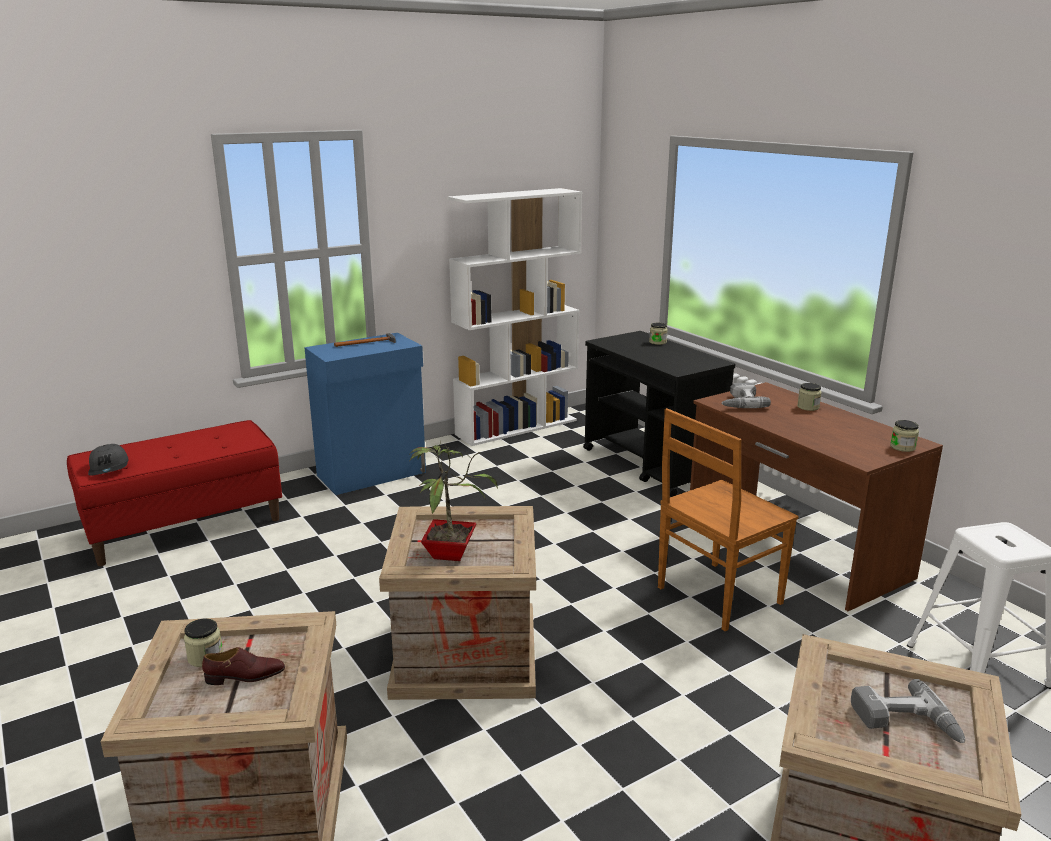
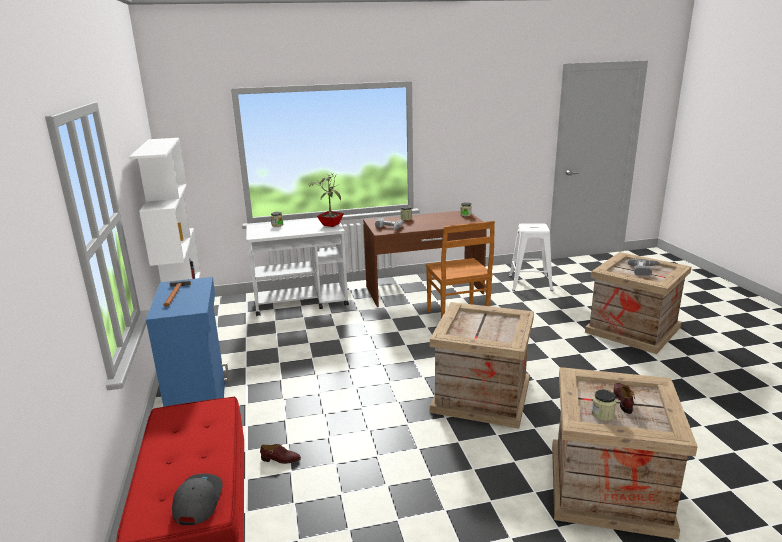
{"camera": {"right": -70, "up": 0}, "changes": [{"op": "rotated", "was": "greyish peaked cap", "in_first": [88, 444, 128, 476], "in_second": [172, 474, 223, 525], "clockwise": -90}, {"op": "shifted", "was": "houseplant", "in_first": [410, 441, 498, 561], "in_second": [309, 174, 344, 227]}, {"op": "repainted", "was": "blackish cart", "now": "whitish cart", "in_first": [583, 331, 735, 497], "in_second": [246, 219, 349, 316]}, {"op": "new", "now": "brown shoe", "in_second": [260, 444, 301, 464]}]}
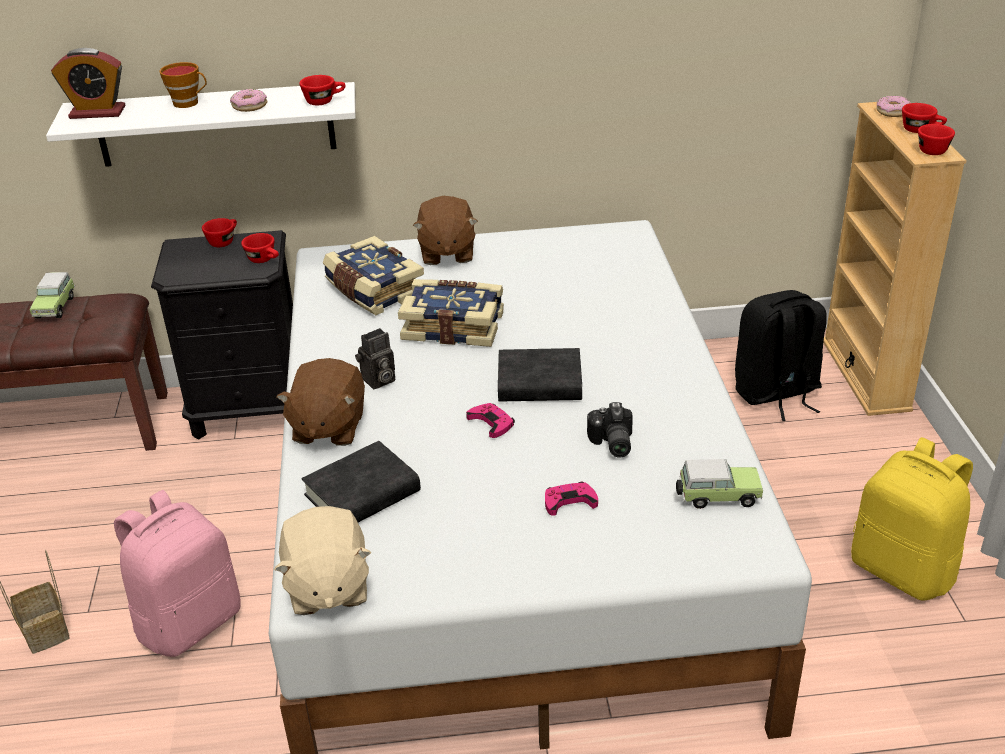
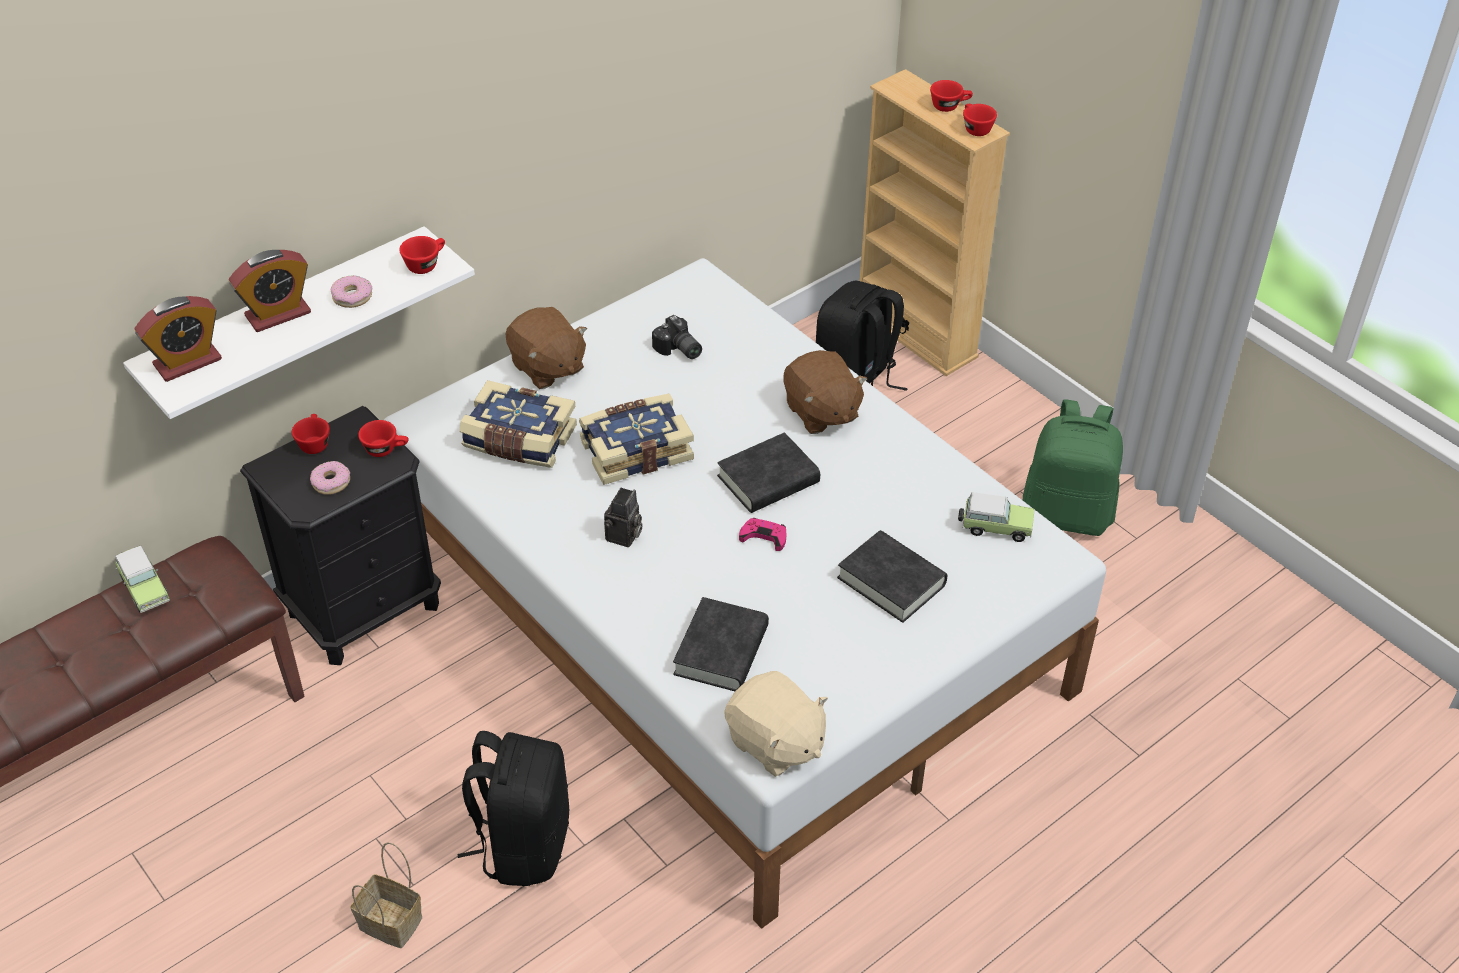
{"camera": {"right": -35, "up": 10}, "changes": [{"op": "repainted", "was": "pink-coloured backpack", "now": "blackish backpack", "in_first": [114, 490, 241, 657], "in_second": [458, 731, 569, 886]}, {"op": "swapped", "was": "drinking cup", "now": "bedside clock", "in_first": [159, 62, 207, 108], "in_second": [229, 250, 311, 332]}, {"op": "shifted", "was": "brown soft toy", "in_first": [277, 358, 365, 446], "in_second": [783, 350, 868, 434]}, {"op": "swapped", "was": "pink-coloured joypad", "now": "blackish volume", "in_first": [545, 482, 598, 515], "in_second": [837, 530, 948, 623]}, {"op": "shifted", "was": "photo camera", "in_first": [587, 402, 633, 458], "in_second": [652, 315, 702, 359]}, {"op": "rotated", "was": "miniature car", "in_first": [676, 459, 763, 509], "in_second": [958, 492, 1035, 542], "clockwise": 45}, {"op": "repainted", "was": "yellowish backpack", "now": "greenish backpack", "in_first": [851, 437, 973, 601], "in_second": [1023, 400, 1123, 536]}, {"op": "shifted", "was": "doughnut", "in_first": [876, 96, 911, 117], "in_second": [310, 461, 350, 495]}]}
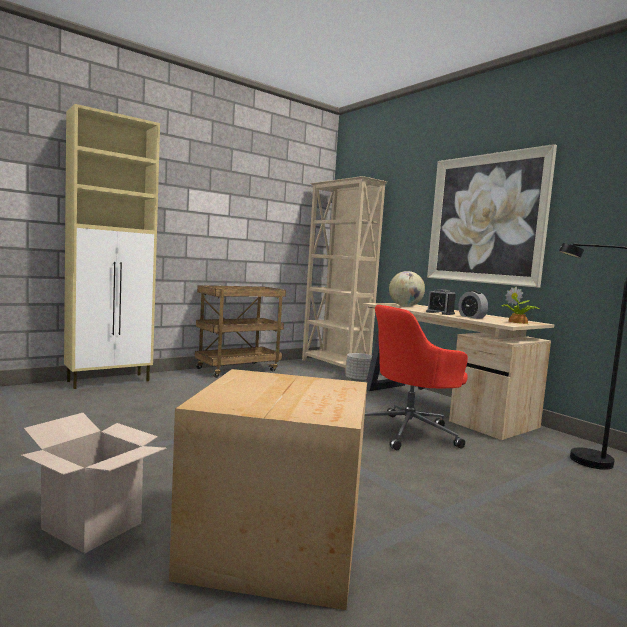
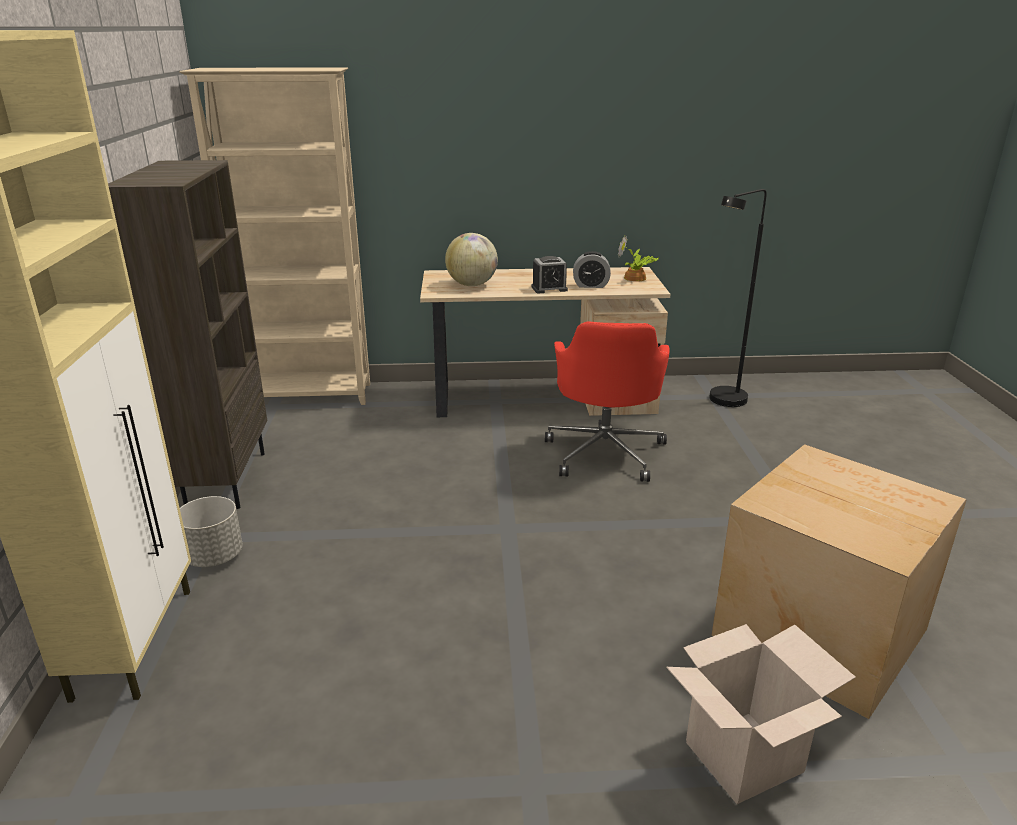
{"camera": {"right": -55, "up": 20}, "changes": [{"op": "swapped", "was": "brown cart", "now": "brown bookcase", "in_first": [195, 285, 286, 378], "in_second": [108, 160, 267, 509]}, {"op": "shifted", "was": "greyish plant pot", "in_first": [346, 353, 372, 382], "in_second": [180, 496, 243, 567]}, {"op": "gone", "was": "wall art", "in_first": [427, 144, 557, 288]}]}
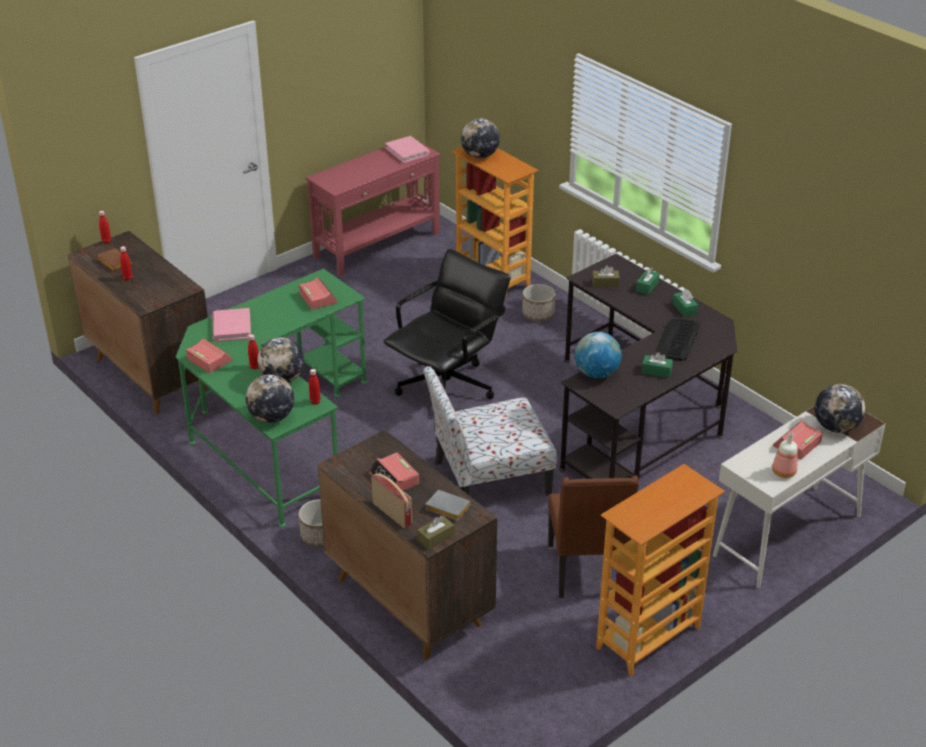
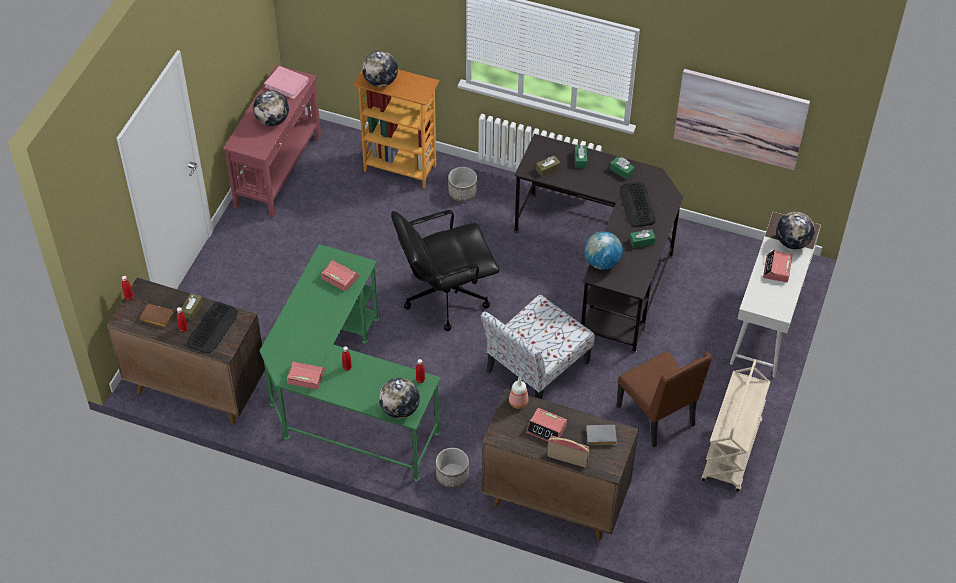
{"camera": {"right": -30, "up": 15}, "changes": [{"op": "gone", "was": "pink-coloured volume", "in_first": [212, 308, 251, 342]}, {"op": "shifted", "was": "desk globe", "in_first": [257, 337, 304, 383], "in_second": [253, 91, 289, 126]}, {"op": "rotated", "was": "blackish office chair", "in_first": [384, 249, 510, 399], "in_second": [391, 210, 499, 331], "clockwise": -120}, {"op": "shifted", "was": "brown tissue box", "in_first": [417, 516, 454, 550], "in_second": [182, 293, 203, 320]}, {"op": "swapped", "was": "bookcase", "now": "sand-coloured cart", "in_first": [596, 464, 725, 677], "in_second": [702, 359, 770, 492]}, {"op": "shifted", "was": "drink bottle", "in_first": [772, 432, 798, 478], "in_second": [509, 377, 529, 409]}, {"op": "new", "now": "keyboard", "in_second": [187, 302, 238, 353]}, {"op": "new", "now": "wall art", "in_second": [674, 69, 810, 170]}]}
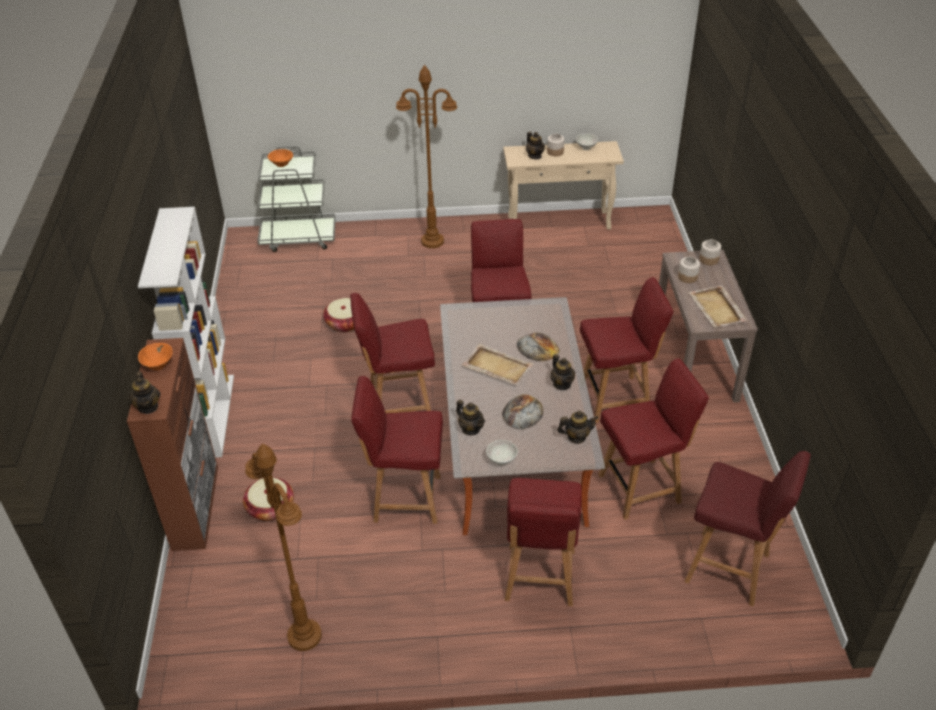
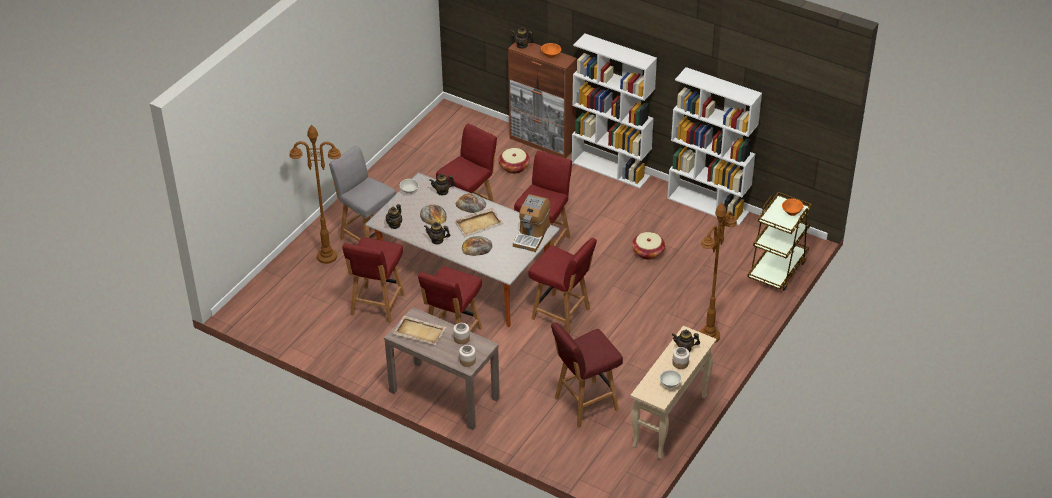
{"camera": {"right": 125, "up": 0}, "changes": [{"op": "shifted", "was": "brown standing lamp", "in_first": [245, 443, 322, 651], "in_second": [289, 125, 341, 264]}, {"op": "repainted", "was": "greyish cart", "now": "brown cart", "in_first": [257, 146, 336, 252], "in_second": [747, 192, 812, 291]}, {"op": "repainted", "was": "red-coloured chair", "now": "greyish chair", "in_first": [505, 478, 582, 606], "in_second": [329, 146, 396, 241]}, {"op": "shifted", "was": "red-coloured stool", "in_first": [684, 451, 811, 606], "in_second": [551, 322, 623, 428]}, {"op": "new", "now": "bakery bread", "in_second": [455, 193, 486, 213]}, {"op": "new", "now": "coffee machine", "in_second": [513, 194, 550, 252]}, {"op": "new", "now": "whitish bookcase", "in_second": [667, 67, 762, 225]}]}
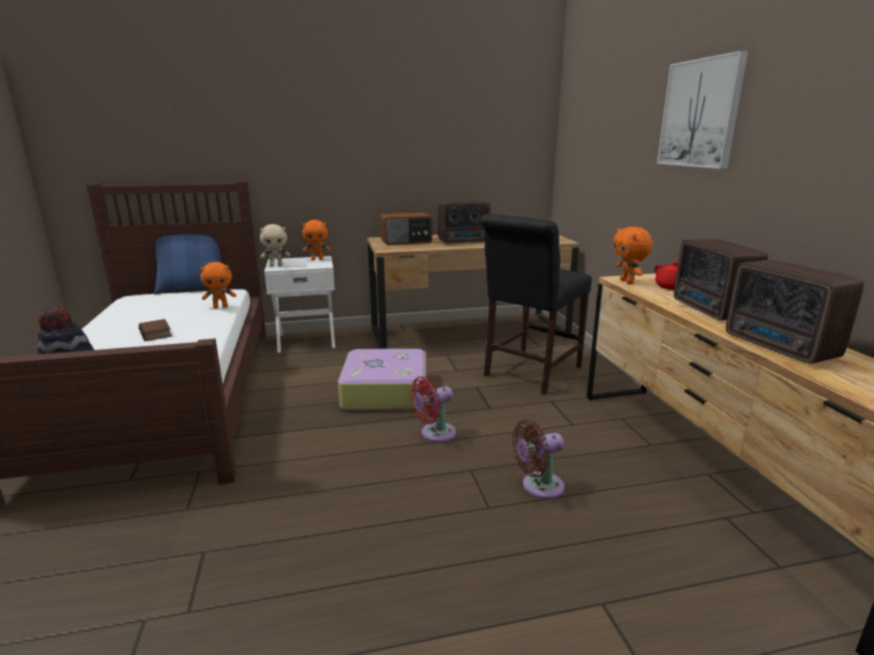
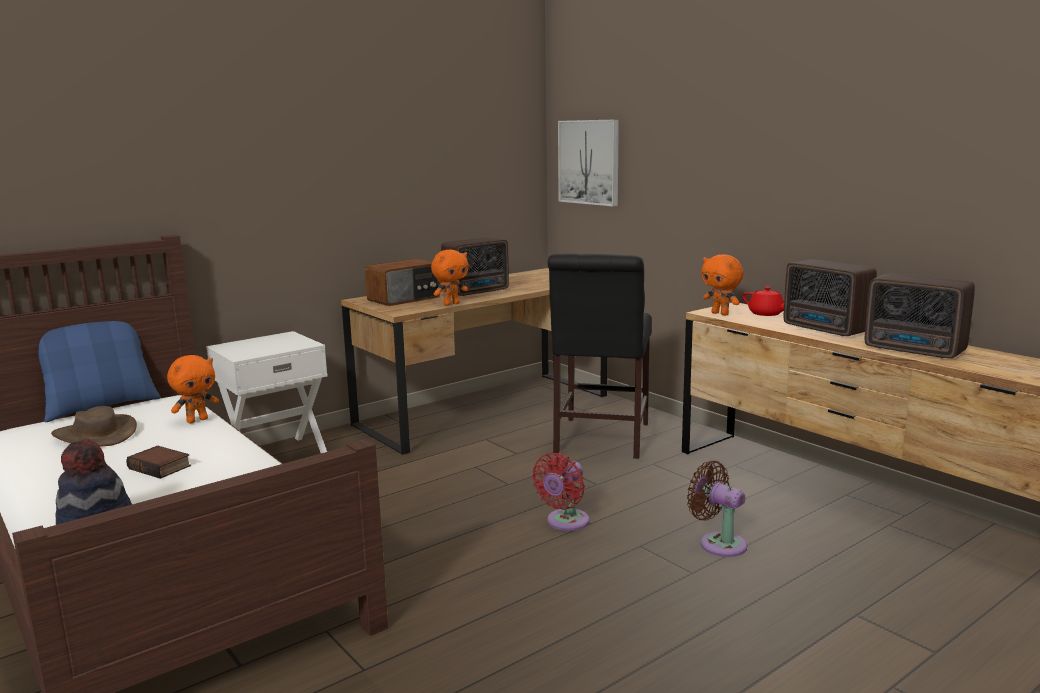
{"camera": {"right": -25, "up": -5}, "changes": [{"op": "gone", "was": "sand-coloured soft toy", "in_first": [260, 224, 290, 266]}, {"op": "shifted", "was": "orange soft toy", "in_first": [302, 220, 331, 260], "in_second": [431, 250, 469, 306]}, {"op": "gone", "was": "suitcase", "in_first": [338, 349, 426, 410]}, {"op": "rotated", "was": "brown cooling fan", "in_first": [512, 419, 565, 499], "in_second": [687, 461, 747, 557], "clockwise": 90}, {"op": "shifted", "was": "wall art", "in_first": [657, 50, 748, 169], "in_second": [558, 119, 619, 207]}, {"op": "new", "now": "brown wearable hat", "in_second": [51, 406, 137, 447]}]}
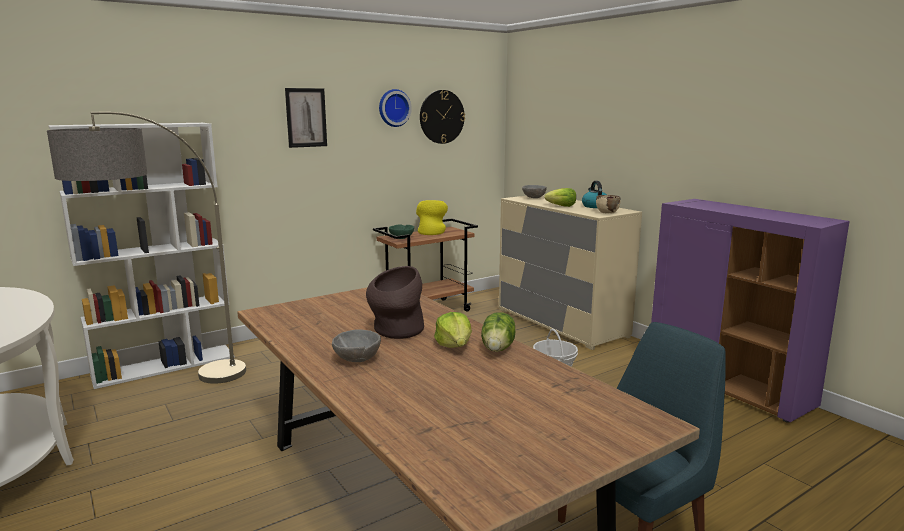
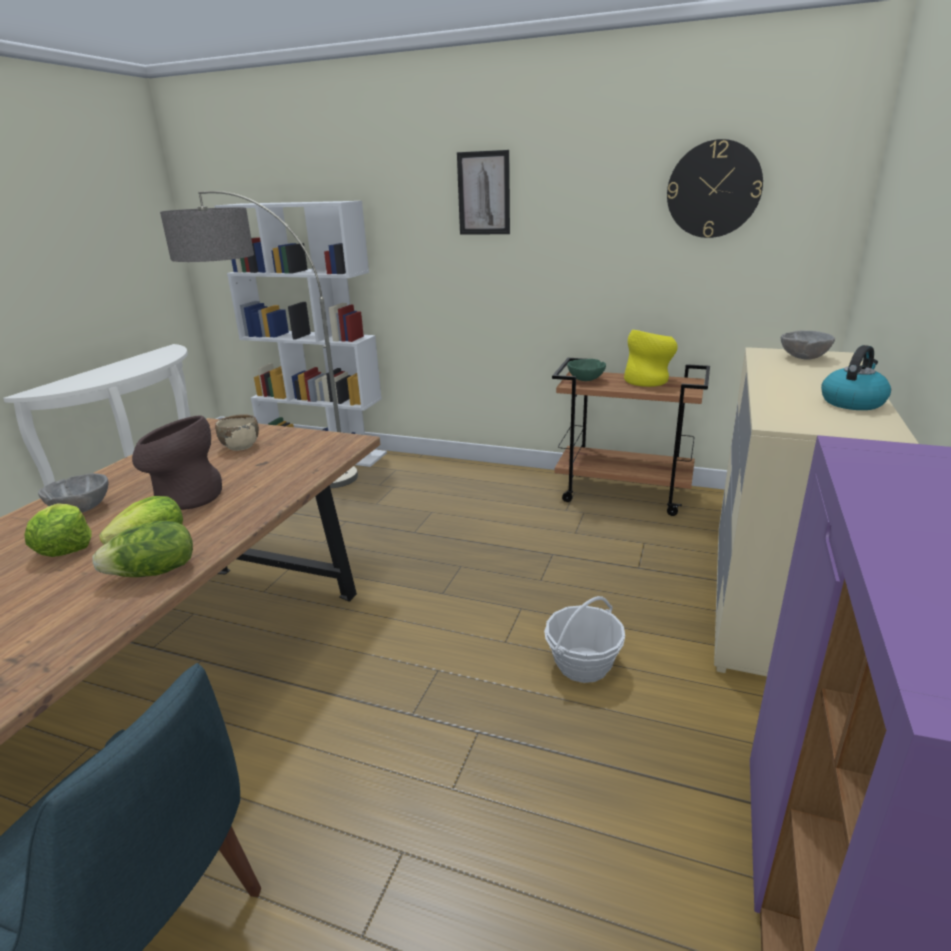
{"camera": {"right": 55, "up": 10}, "changes": [{"op": "gone", "was": "clock on the wall", "in_first": [379, 89, 412, 127]}, {"op": "shifted", "was": "lettuce", "in_first": [544, 188, 576, 207], "in_second": [24, 503, 92, 557]}, {"op": "shifted", "was": "sand-coloured bowl", "in_first": [596, 195, 621, 214], "in_second": [215, 414, 259, 451]}]}
